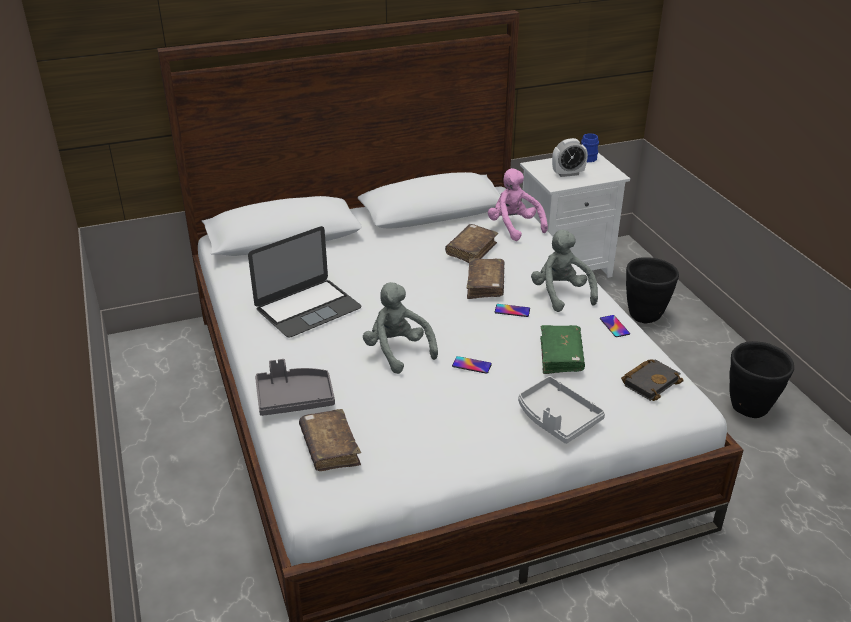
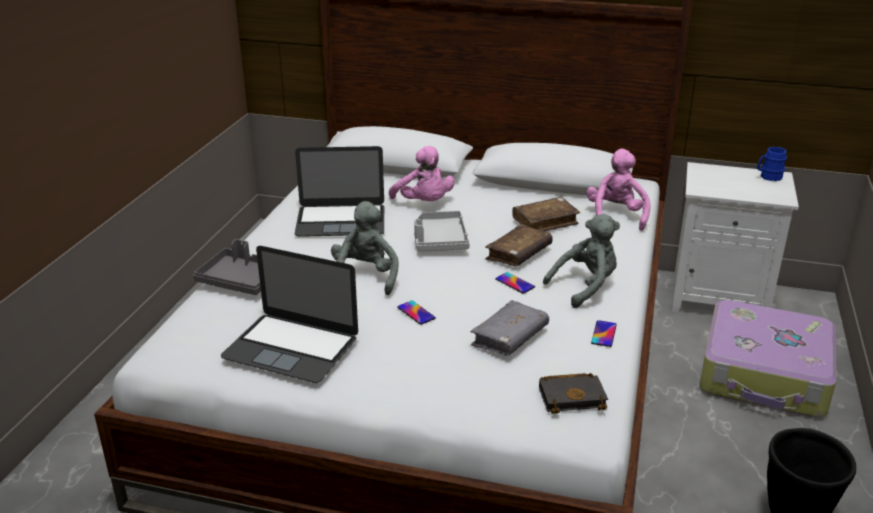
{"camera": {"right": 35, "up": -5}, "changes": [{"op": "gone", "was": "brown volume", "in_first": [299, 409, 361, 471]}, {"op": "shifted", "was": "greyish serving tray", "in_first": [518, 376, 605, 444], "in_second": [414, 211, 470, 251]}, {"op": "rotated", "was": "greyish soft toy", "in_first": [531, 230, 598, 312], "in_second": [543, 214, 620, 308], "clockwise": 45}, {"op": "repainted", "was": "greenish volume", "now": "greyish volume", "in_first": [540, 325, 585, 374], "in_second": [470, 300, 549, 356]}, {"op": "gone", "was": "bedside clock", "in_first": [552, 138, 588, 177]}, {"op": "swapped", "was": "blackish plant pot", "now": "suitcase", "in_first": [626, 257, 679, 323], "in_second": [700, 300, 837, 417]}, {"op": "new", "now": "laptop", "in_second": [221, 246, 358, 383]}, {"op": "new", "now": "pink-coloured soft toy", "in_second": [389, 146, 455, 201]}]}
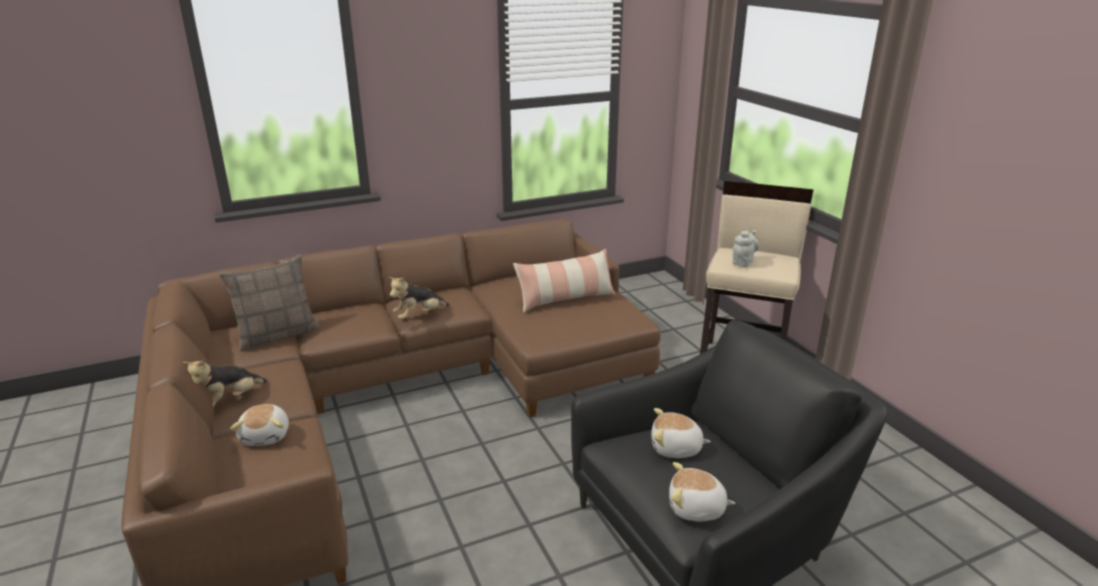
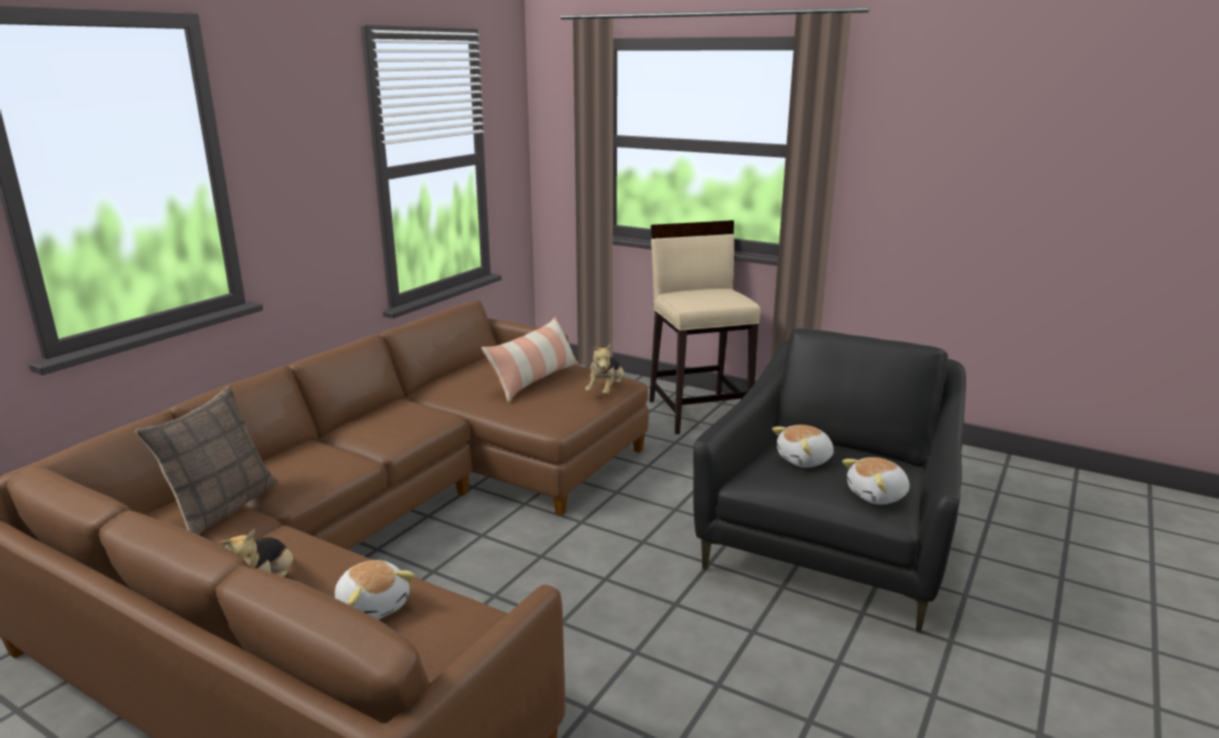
{"camera": {"right": -35, "up": -5}, "changes": [{"op": "shifted", "was": "soft toy", "in_first": [388, 277, 450, 320], "in_second": [585, 344, 624, 395]}, {"op": "gone", "was": "greyish teapot", "in_first": [732, 230, 759, 267]}]}
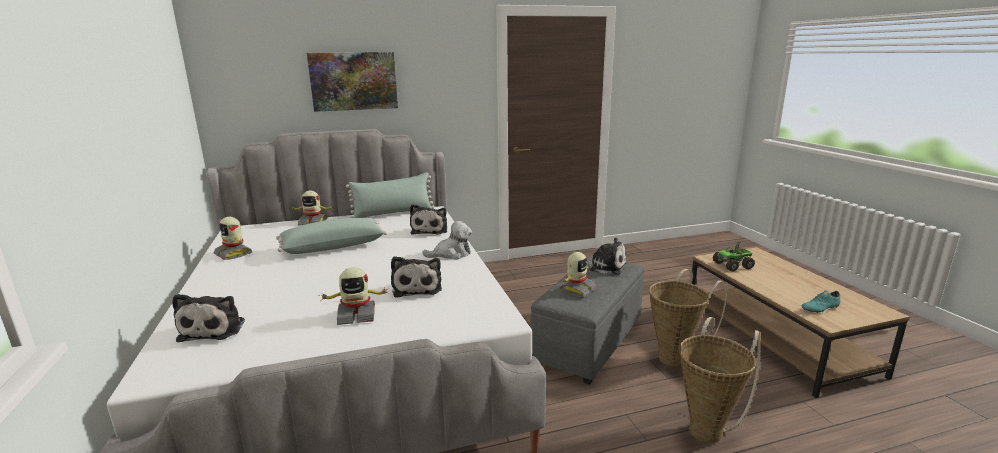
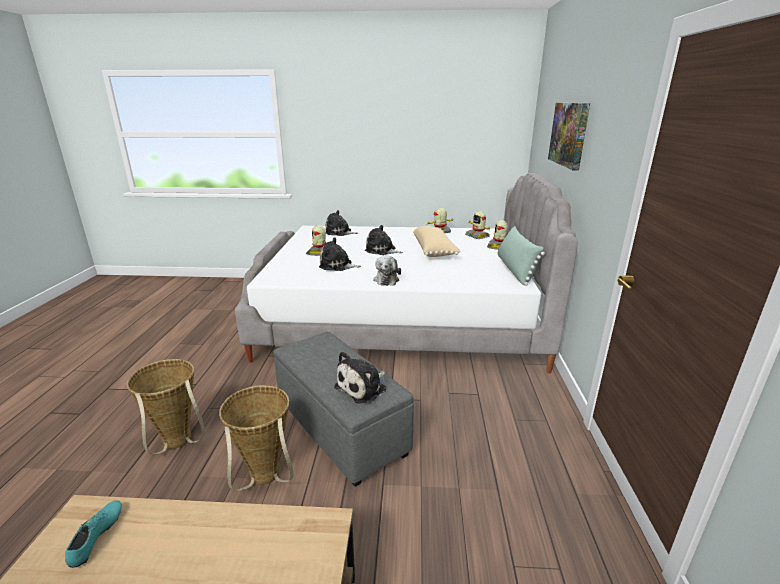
{"camera": {"right": 110, "up": 5}, "changes": [{"op": "repainted", "was": "greenish cushion", "now": "sand-coloured cushion", "in_first": [276, 218, 387, 254], "in_second": [413, 226, 461, 257]}, {"op": "shifted", "was": "soft toy", "in_first": [410, 204, 447, 235], "in_second": [365, 225, 403, 255]}, {"op": "shifted", "was": "robot figure", "in_first": [559, 252, 597, 297], "in_second": [465, 211, 490, 239]}, {"op": "gone", "was": "toy truck", "in_first": [713, 241, 755, 272]}]}
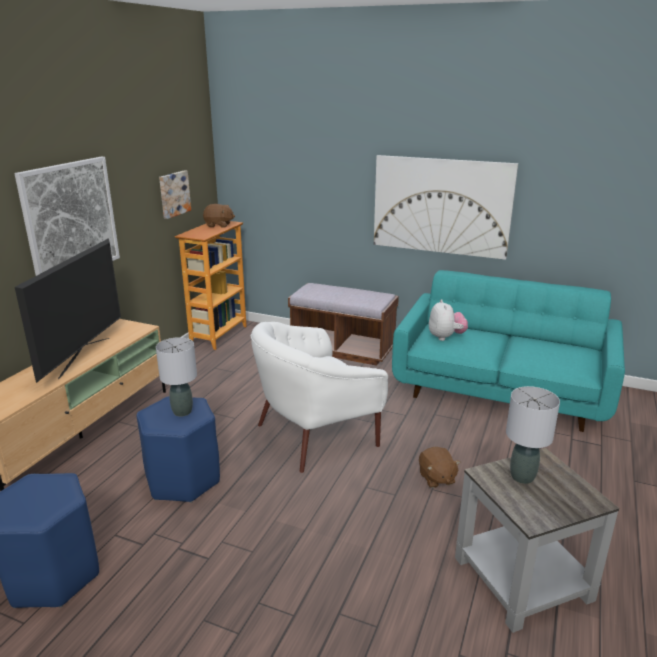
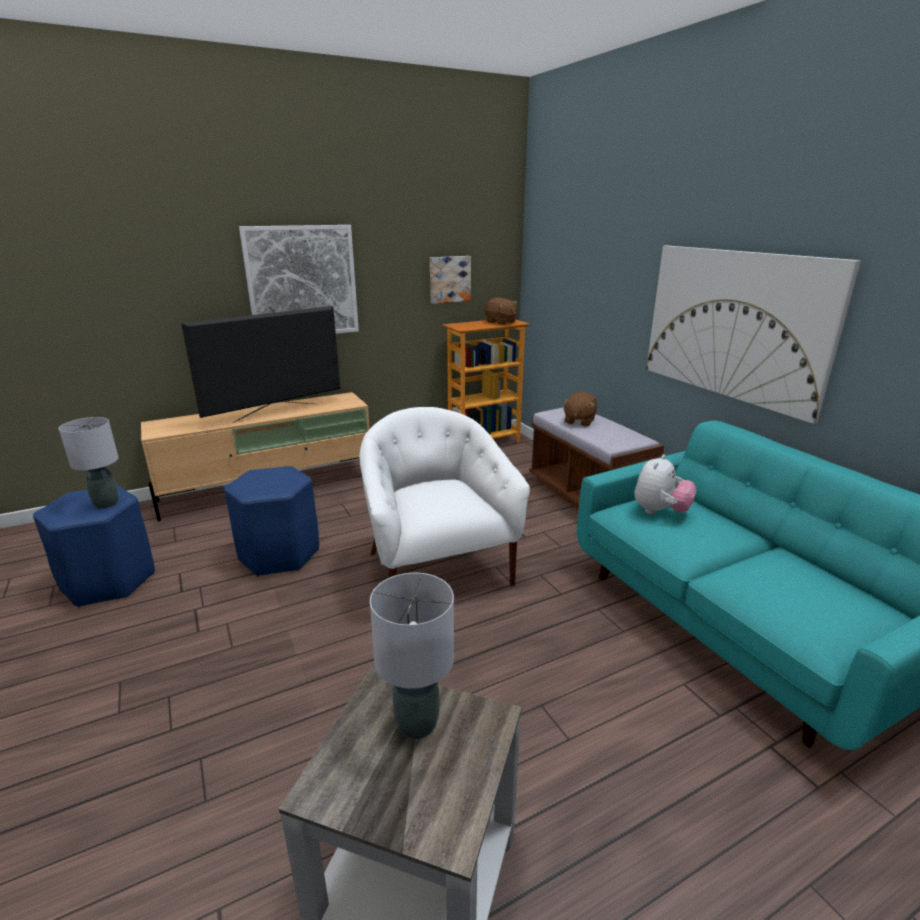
{"camera": {"right": 40, "up": 0}, "changes": [{"op": "shifted", "was": "greyish table lamp", "in_first": [156, 337, 197, 417], "in_second": [59, 417, 119, 509]}, {"op": "rotated", "was": "whitish armchair", "in_first": [251, 322, 388, 473], "in_second": [359, 407, 530, 587], "clockwise": 60}, {"op": "shifted", "was": "brown soft toy", "in_first": [419, 447, 461, 488], "in_second": [563, 392, 598, 426]}]}
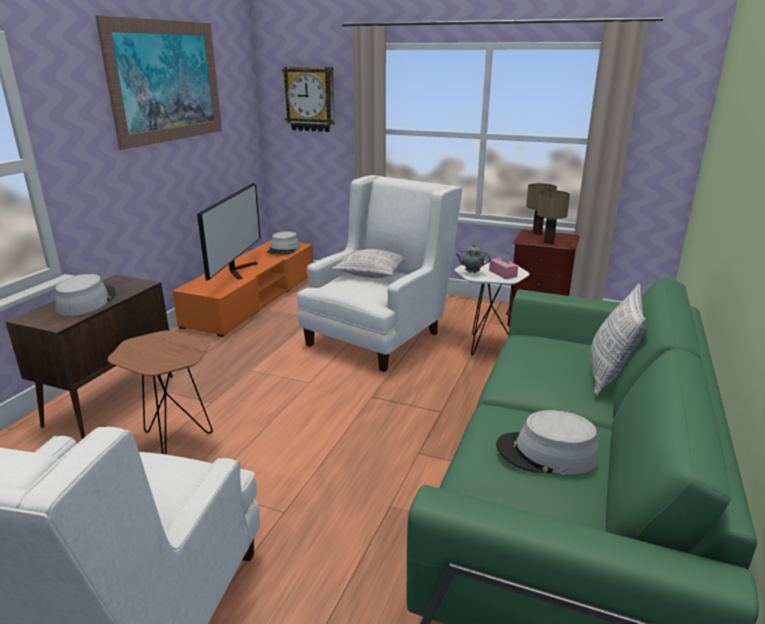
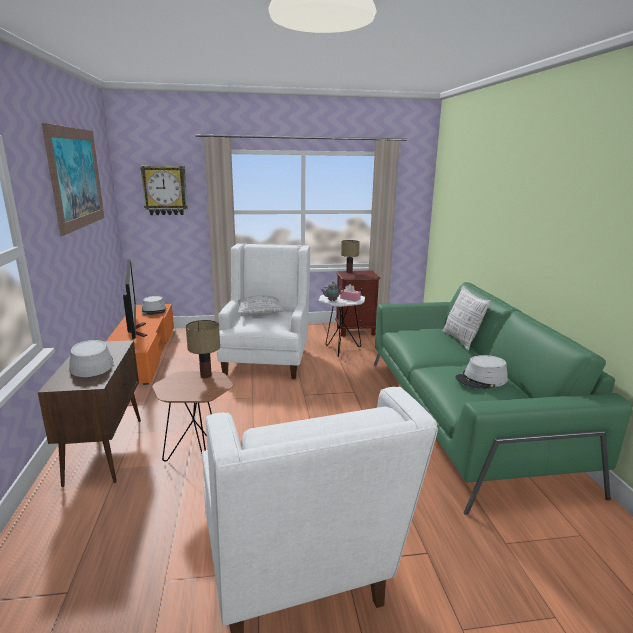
{"camera": {"right": -30, "up": -5}, "changes": [{"op": "shifted", "was": "table lamp", "in_first": [537, 190, 570, 244], "in_second": [186, 320, 220, 378]}]}
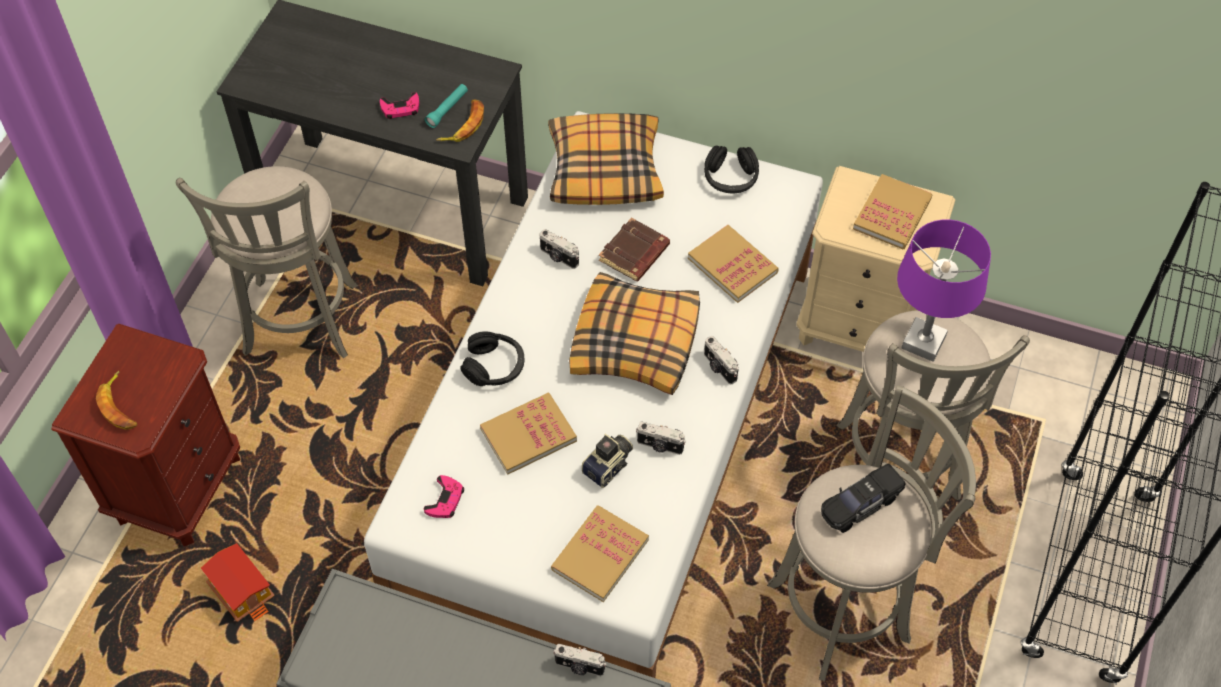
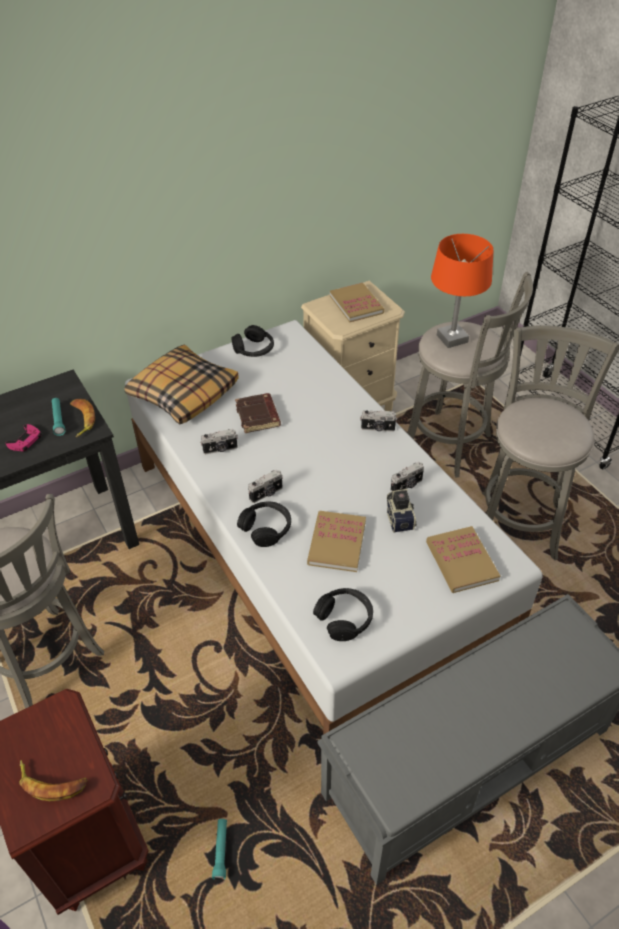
{"camera": {"right": -50, "up": -10}, "changes": [{"op": "swapped", "was": "model house", "now": "turquoise-coloured hand torch", "in_first": [201, 543, 274, 622], "in_second": [212, 819, 227, 880]}, {"op": "swapped", "was": "pink-coloured joypad", "now": "blackish pair of headphones", "in_first": [424, 475, 464, 518], "in_second": [313, 588, 373, 641]}, {"op": "shifted", "was": "photo camera", "in_first": [553, 644, 607, 676], "in_second": [248, 469, 283, 503]}, {"op": "gone", "was": "cushion", "in_first": [569, 272, 700, 395]}, {"op": "gone", "was": "volume", "in_first": [688, 225, 779, 303]}, {"op": "gone", "was": "blackish miniature car", "in_first": [821, 464, 906, 533]}, {"op": "repainted", "was": "purplish table lamp", "now": "orange table lamp", "in_first": [897, 220, 991, 362], "in_second": [431, 234, 494, 348]}]}
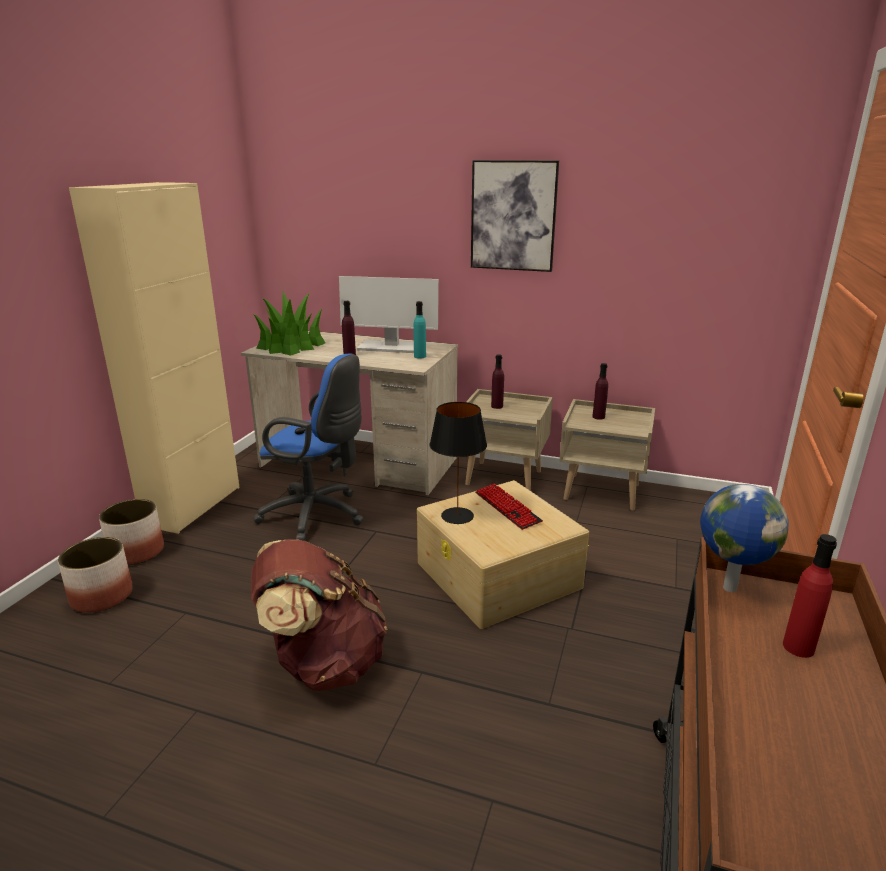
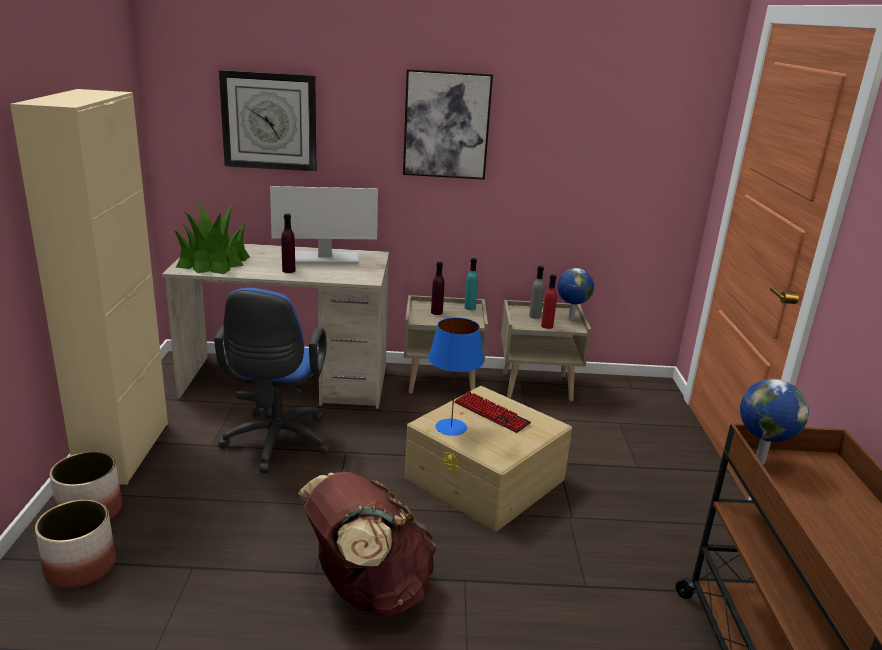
{"camera": {"right": -20, "up": 0}, "changes": [{"op": "rotated", "was": "bluish office chair", "in_first": [254, 353, 364, 541], "in_second": [214, 288, 331, 473], "clockwise": 90}, {"op": "shifted", "was": "turquoise-coloured drink bottle", "in_first": [413, 301, 426, 358], "in_second": [464, 258, 478, 310]}, {"op": "repainted", "was": "blackish table lamp", "now": "bluish table lamp", "in_first": [429, 402, 487, 524], "in_second": [429, 317, 484, 436]}, {"op": "repainted", "was": "purplish drink bottle", "now": "greyish drink bottle", "in_first": [592, 363, 608, 420], "in_second": [529, 266, 544, 319]}, {"op": "shifted", "was": "red-coloured drink bottle", "in_first": [783, 534, 837, 658], "in_second": [541, 274, 557, 329]}, {"op": "new", "now": "clock on the wall", "in_second": [219, 70, 317, 172]}, {"op": "new", "now": "desk globe", "in_second": [557, 268, 594, 320]}]}
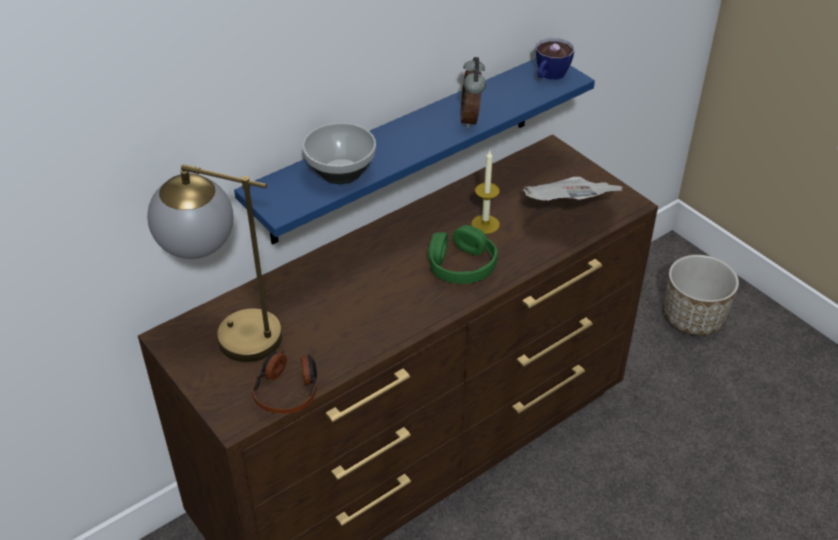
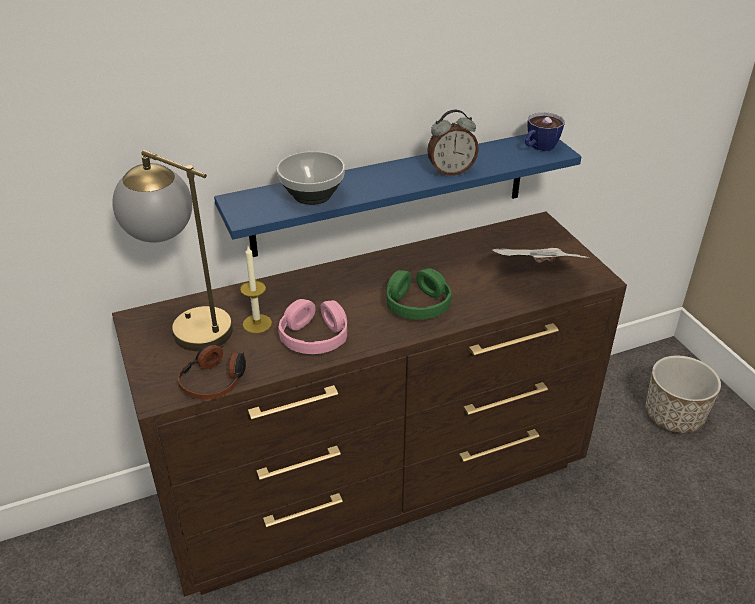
{"camera": {"right": 15, "up": -5}, "changes": [{"op": "rotated", "was": "bedside clock", "in_first": [461, 57, 486, 129], "in_second": [427, 110, 479, 176], "clockwise": -120}, {"op": "shifted", "was": "wax candle", "in_first": [471, 150, 500, 234], "in_second": [240, 246, 272, 333]}, {"op": "new", "now": "pink-coloured pair of headphones", "in_second": [278, 299, 347, 354]}]}
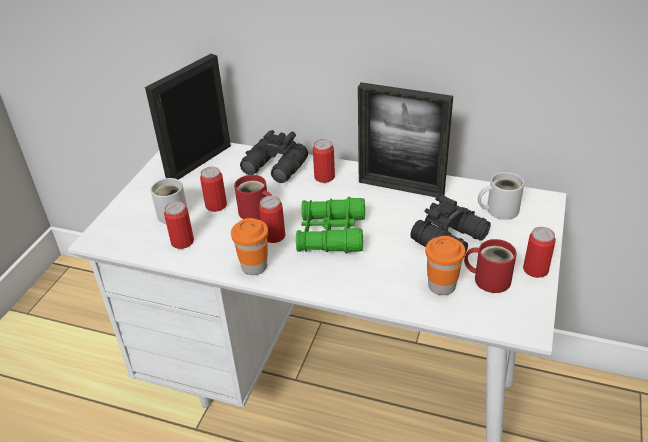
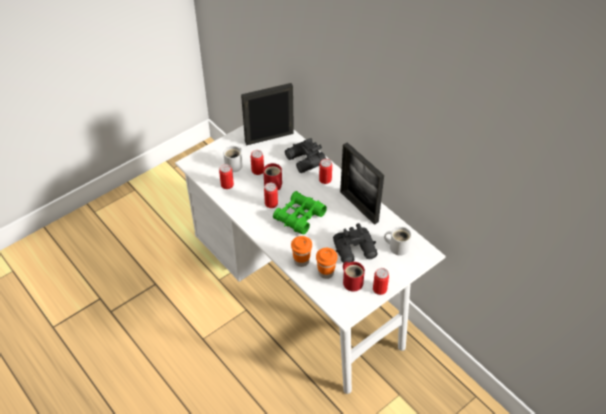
{"camera": {"right": 30, "up": 10}, "changes": [{"op": "shifted", "was": "orange drinking cup", "in_first": [231, 218, 268, 275], "in_second": [291, 236, 312, 267]}]}
